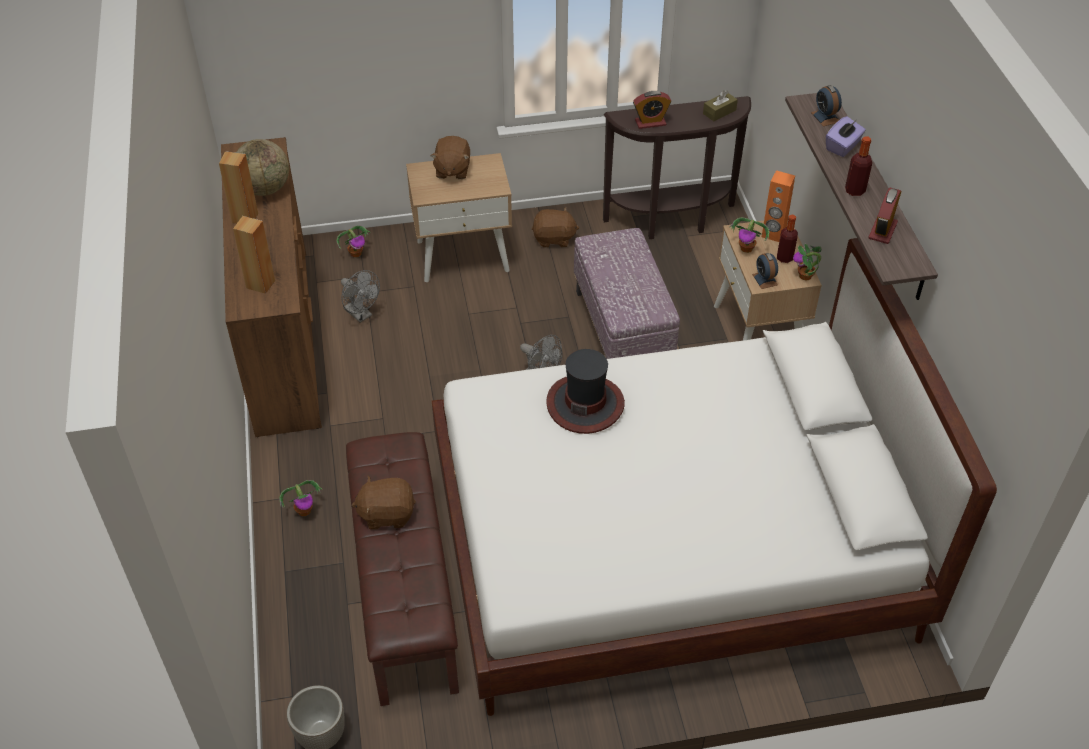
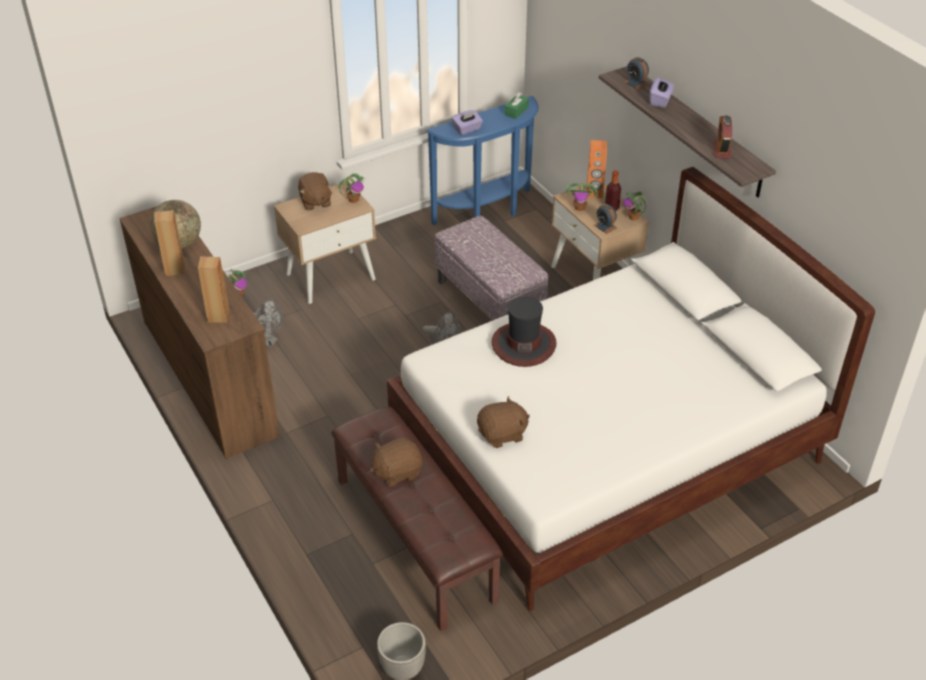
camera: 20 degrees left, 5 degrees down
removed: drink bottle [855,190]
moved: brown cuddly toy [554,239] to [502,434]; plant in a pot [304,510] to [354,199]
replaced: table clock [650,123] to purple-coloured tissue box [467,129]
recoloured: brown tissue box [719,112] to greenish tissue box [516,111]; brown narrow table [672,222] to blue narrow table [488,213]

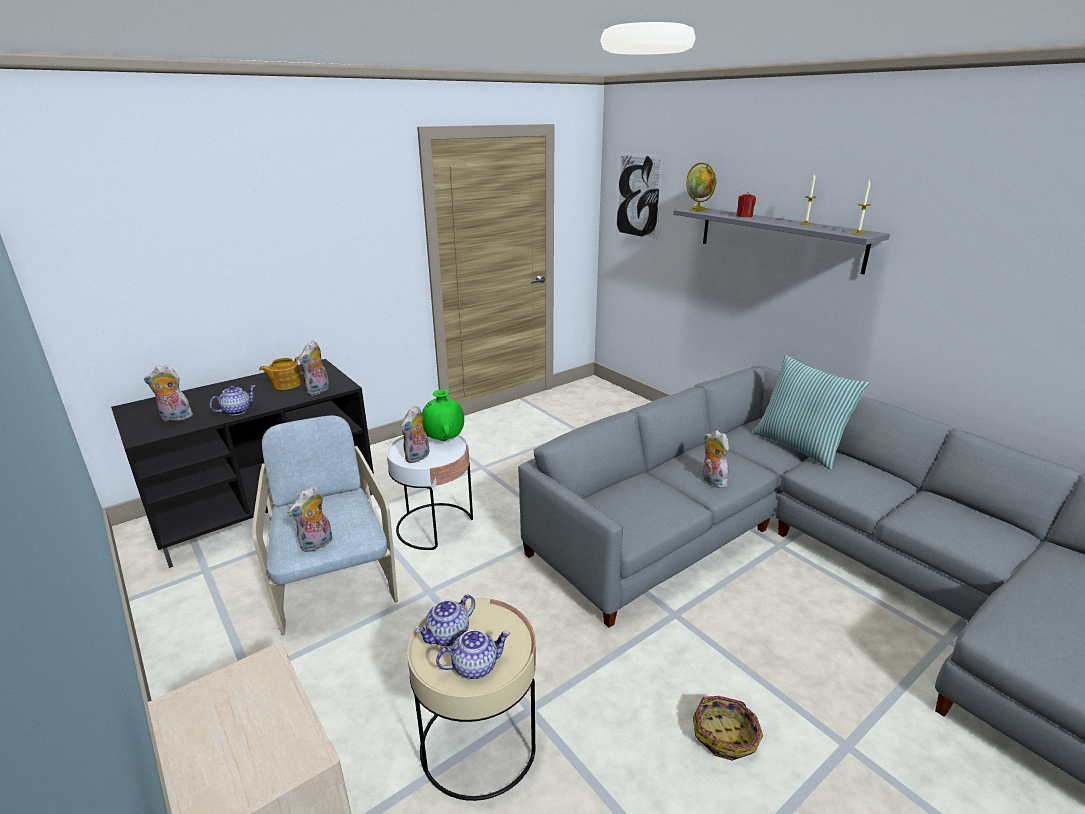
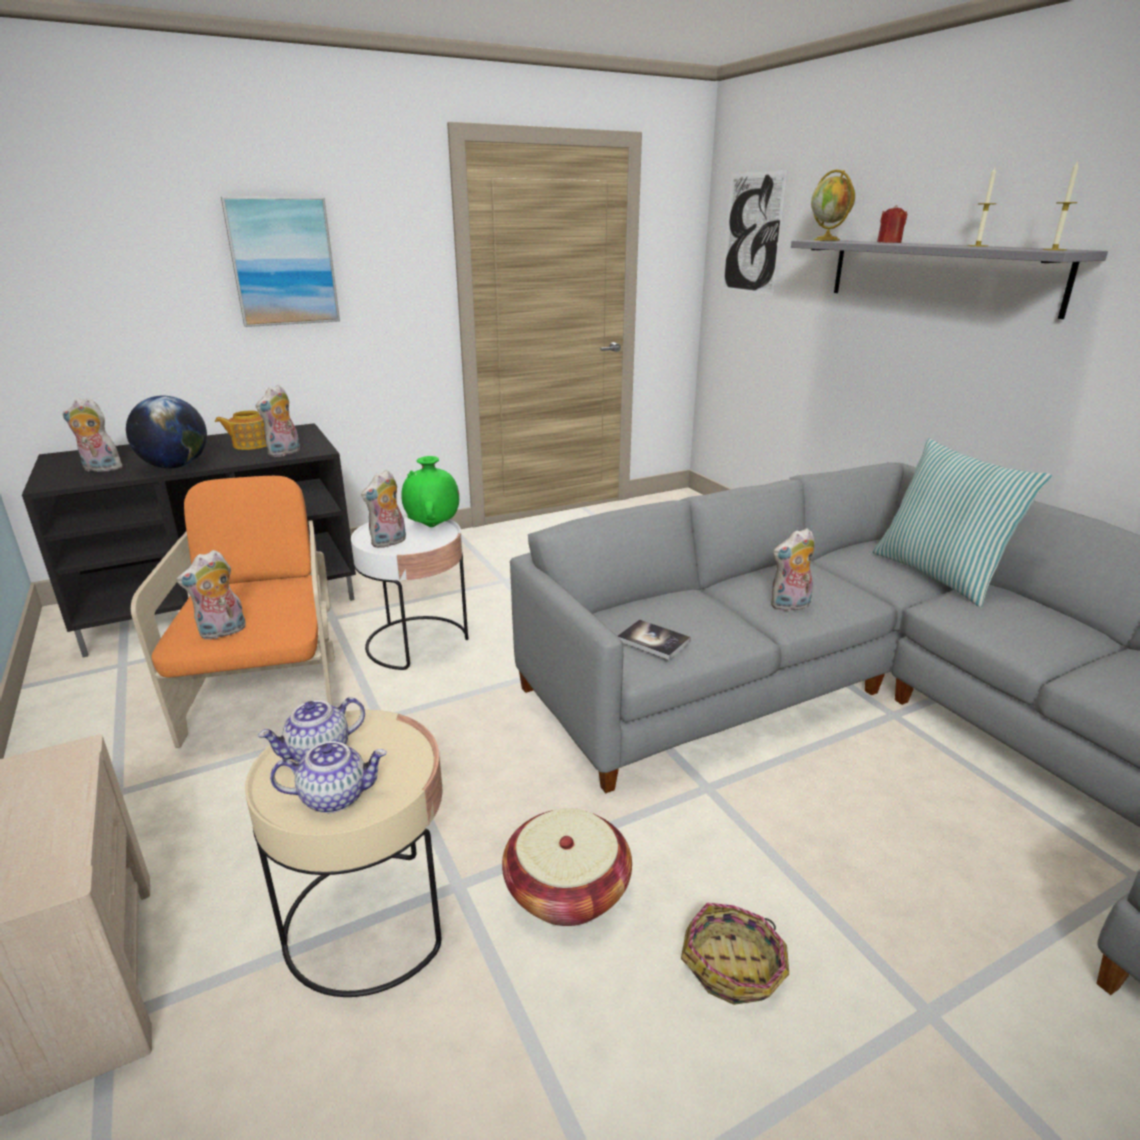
camera: 10 degrees right, 0 degrees up
added: picture [283,262]; book [653,641]; storage basket [567,890]
replaced: teapot [237,411] to world globe [175,467]
recoloured: beige armchair [334,581] to orangey armchair [267,693]
turned: cuddly toy [711,481] = [790,606] 90 degrees counterclockwise

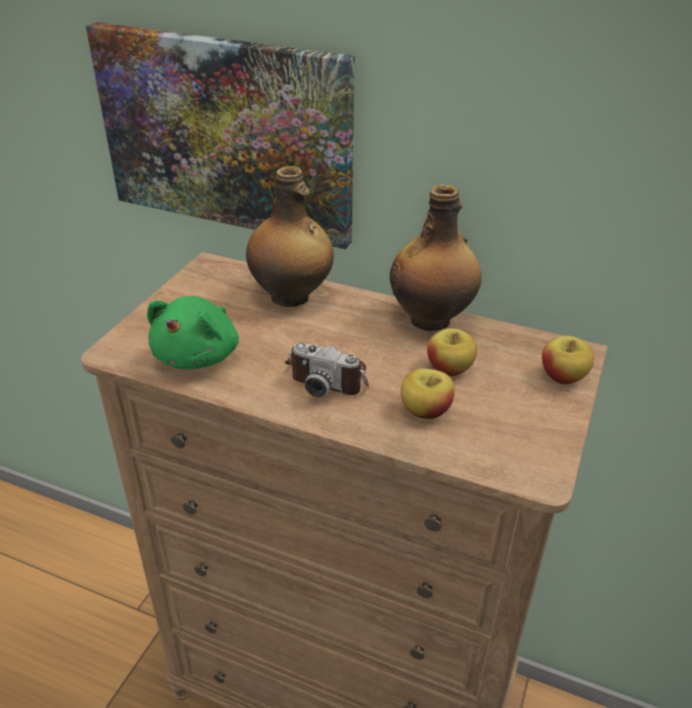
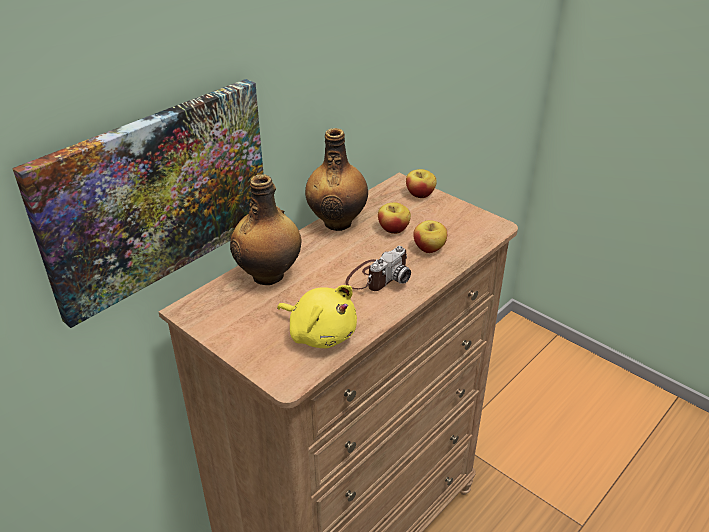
camera: 70 degrees left, 0 degrees up
recoloured: greenish cuddly toy [199,355] to yellow-coloured cuddly toy [320,333]

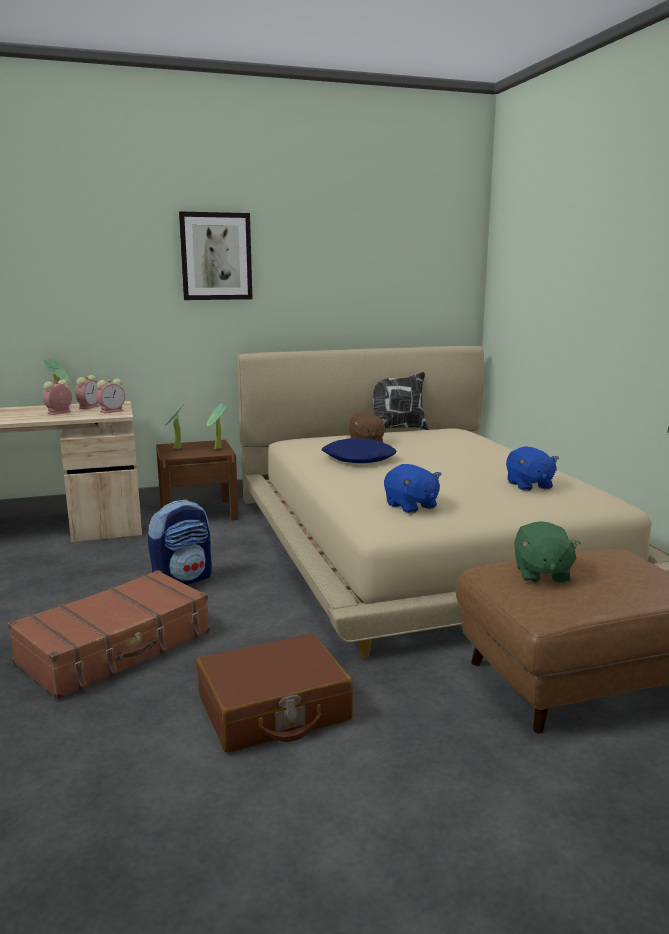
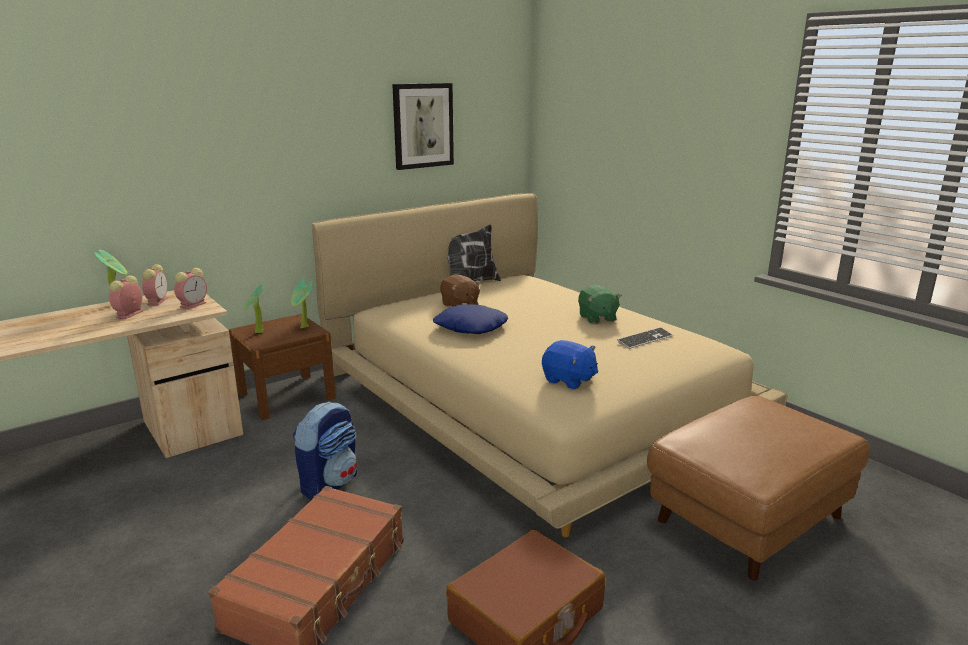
camera: 20 degrees left, 5 degrees up
moved: picture [216,256] to [423,126]; greenish cuddly toy [541,574] to [597,318]
replaced: blue cuddly toy [529,485] to keyboard [645,339]

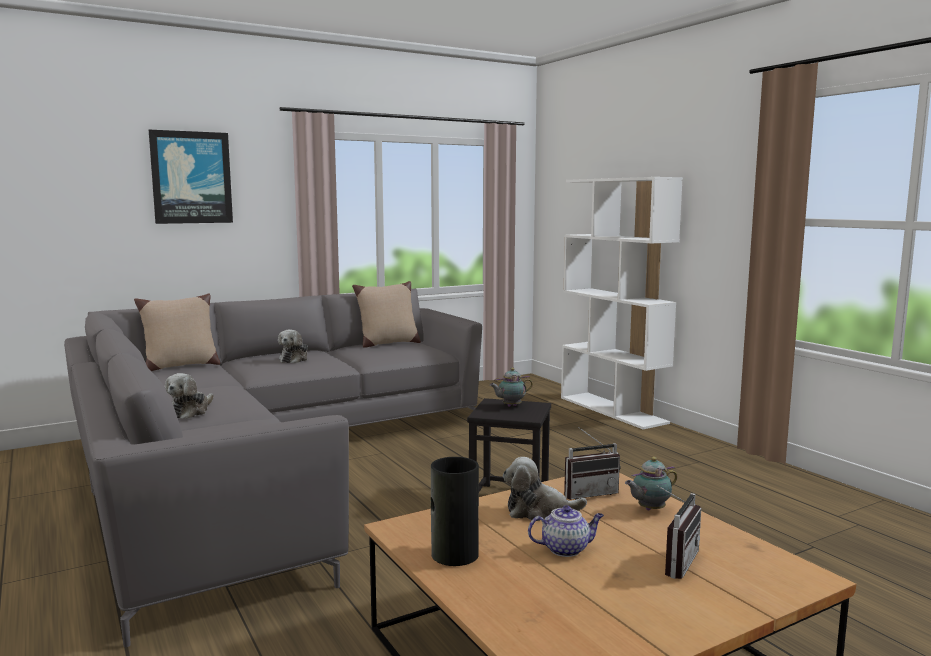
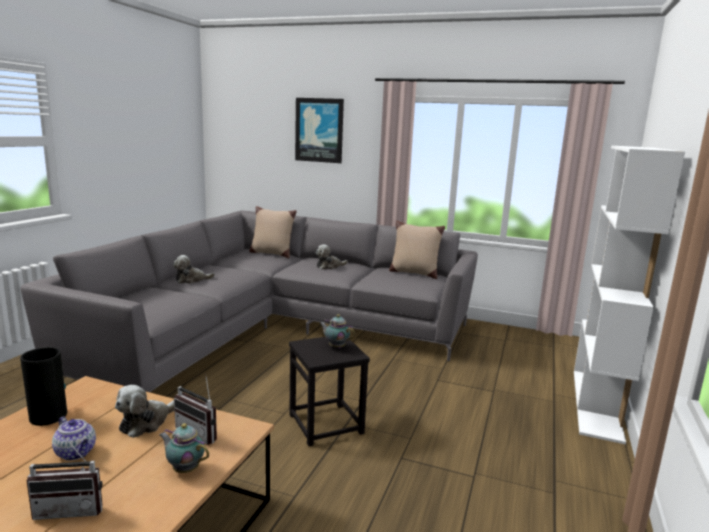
camera: 50 degrees right, 5 degrees up
turned: cuddly toy [538,510] = [146,422] 105 degrees counterclockwise

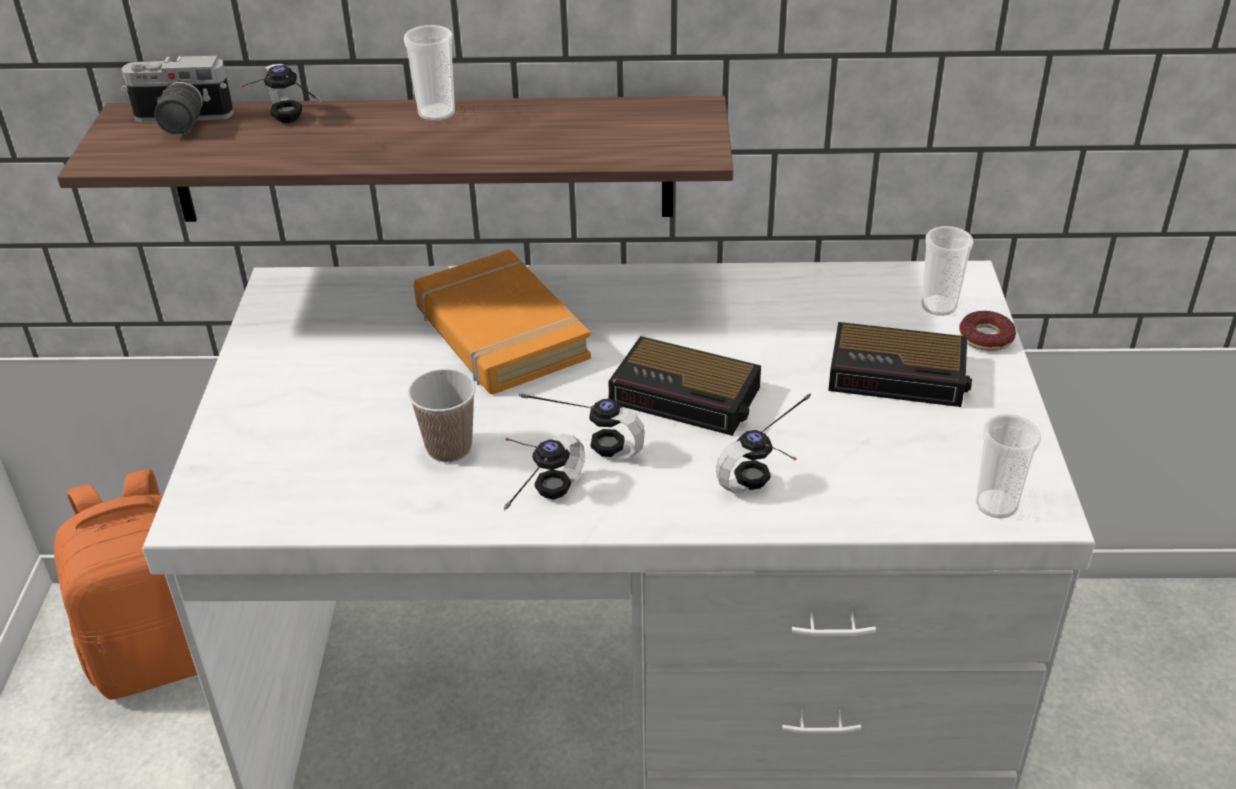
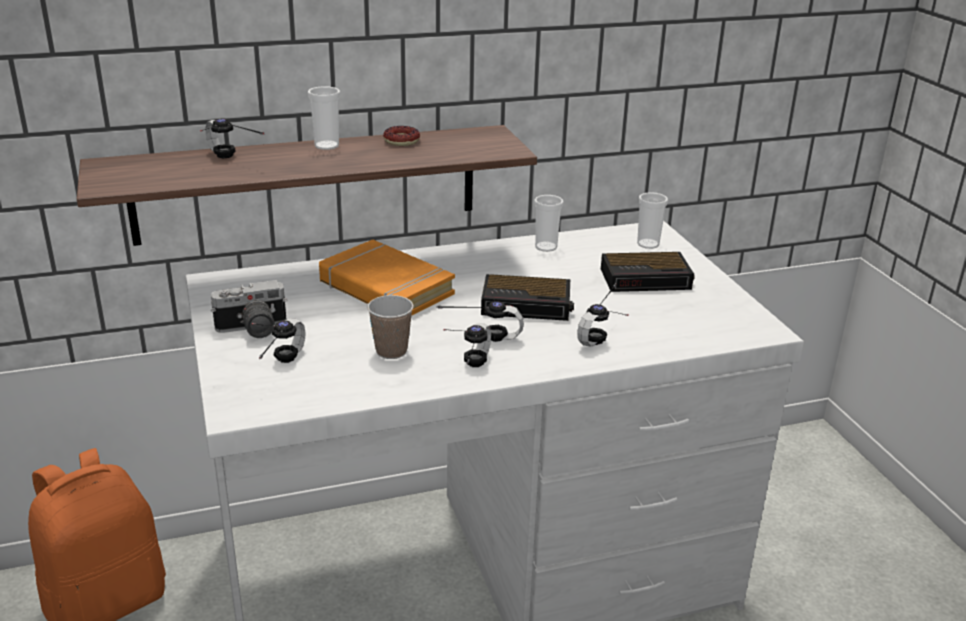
camera: 20 degrees left, 10 degrees down
added: headset [270,364]
moved: still camera [179,123] to [252,330]; ring doughnut [986,337] to [401,141]; cup [996,504] to [546,247]

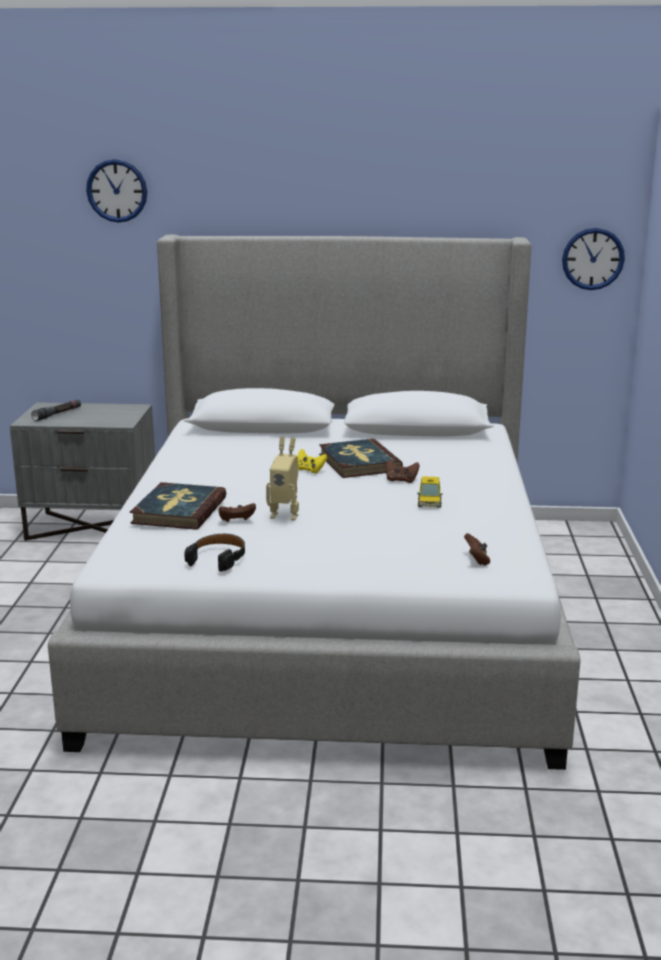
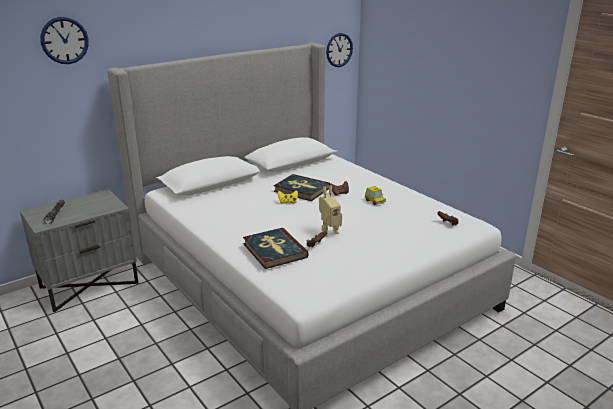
camera: 40 degrees left, 5 degrees up
removed: black headset [218,558]

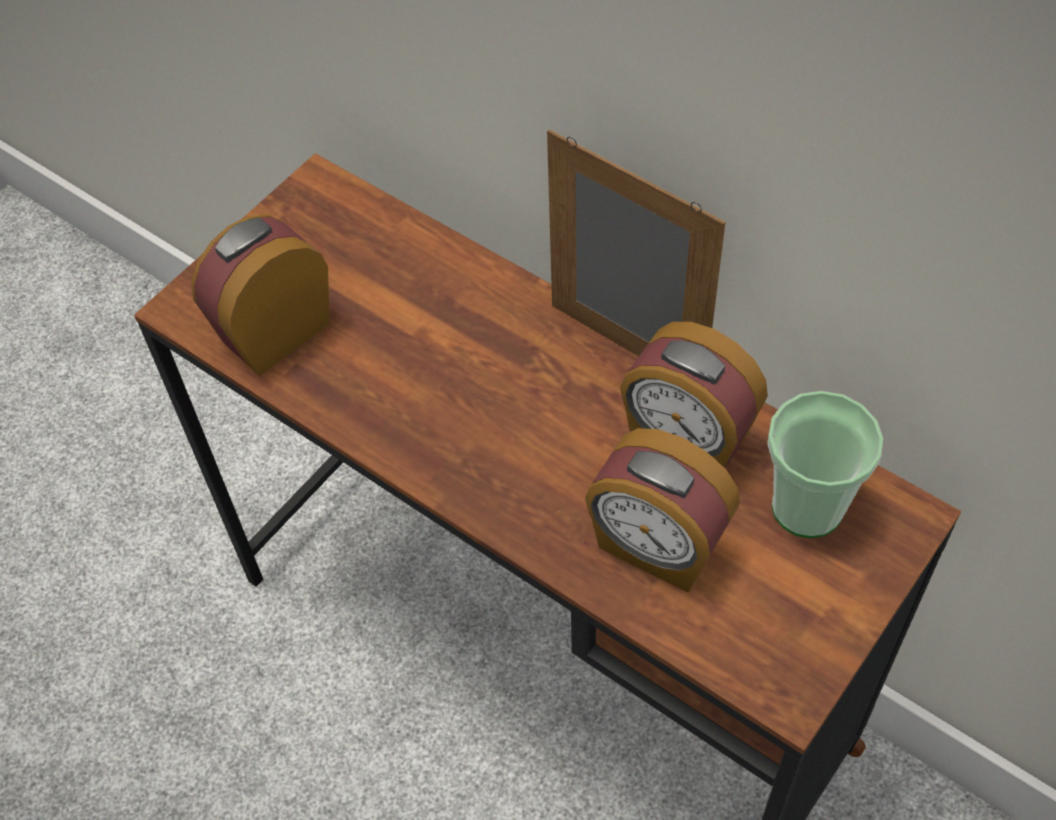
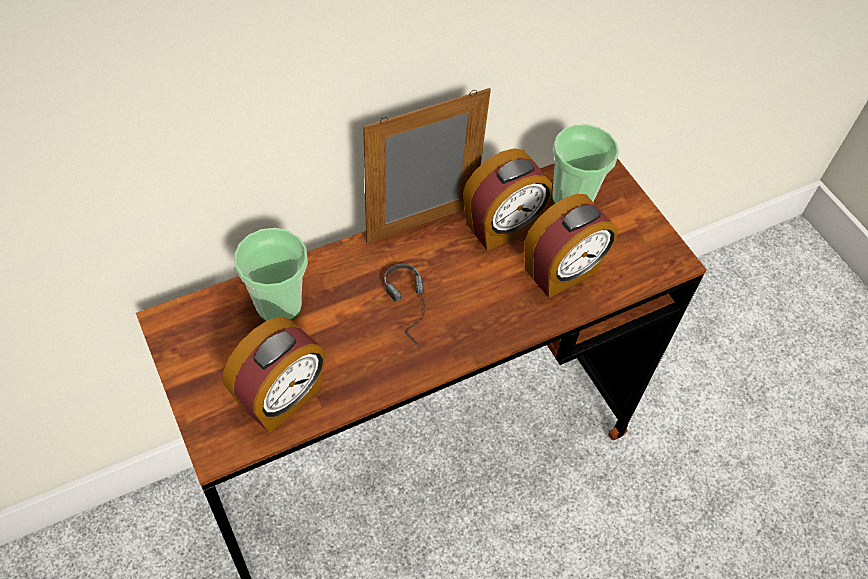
camera: 70 degrees left, 0 degrees up
added: cup [279,305]; headset [414,313]
turned: table clock [274,332] = [281,398] 120 degrees counterclockwise

